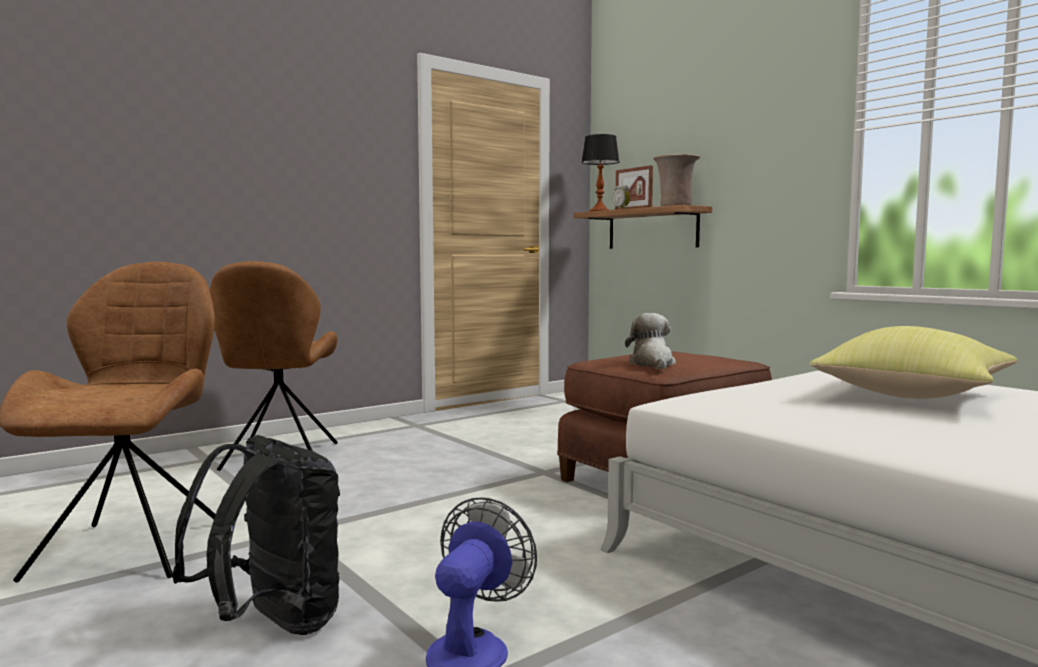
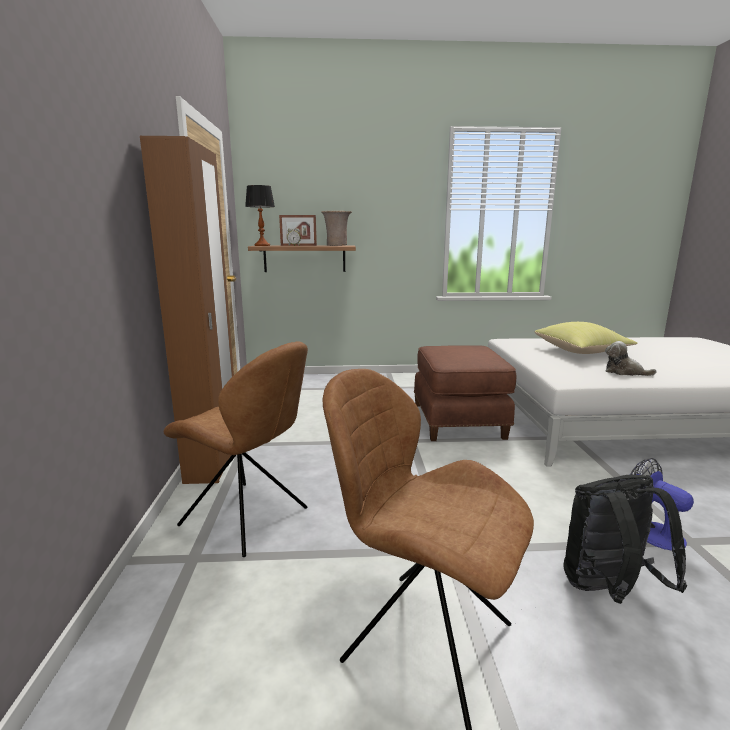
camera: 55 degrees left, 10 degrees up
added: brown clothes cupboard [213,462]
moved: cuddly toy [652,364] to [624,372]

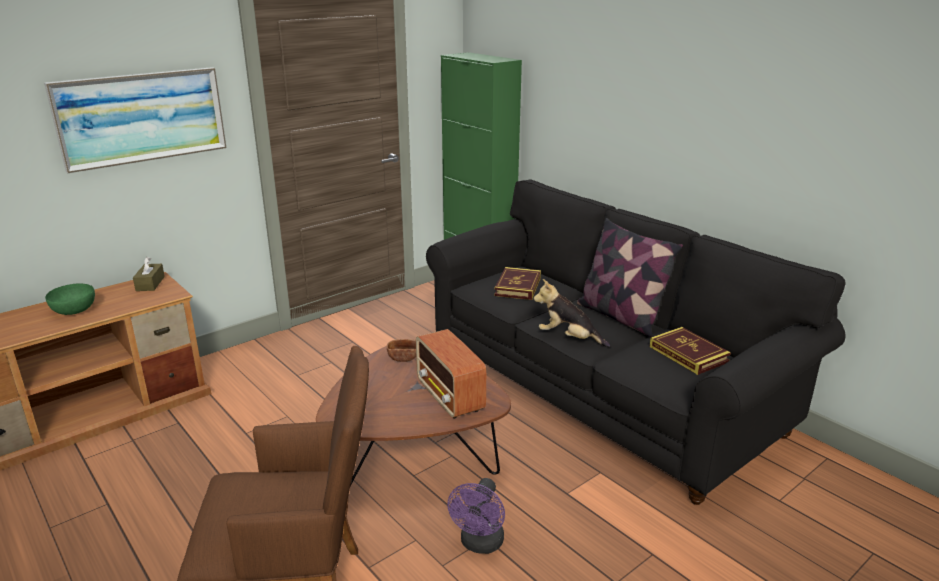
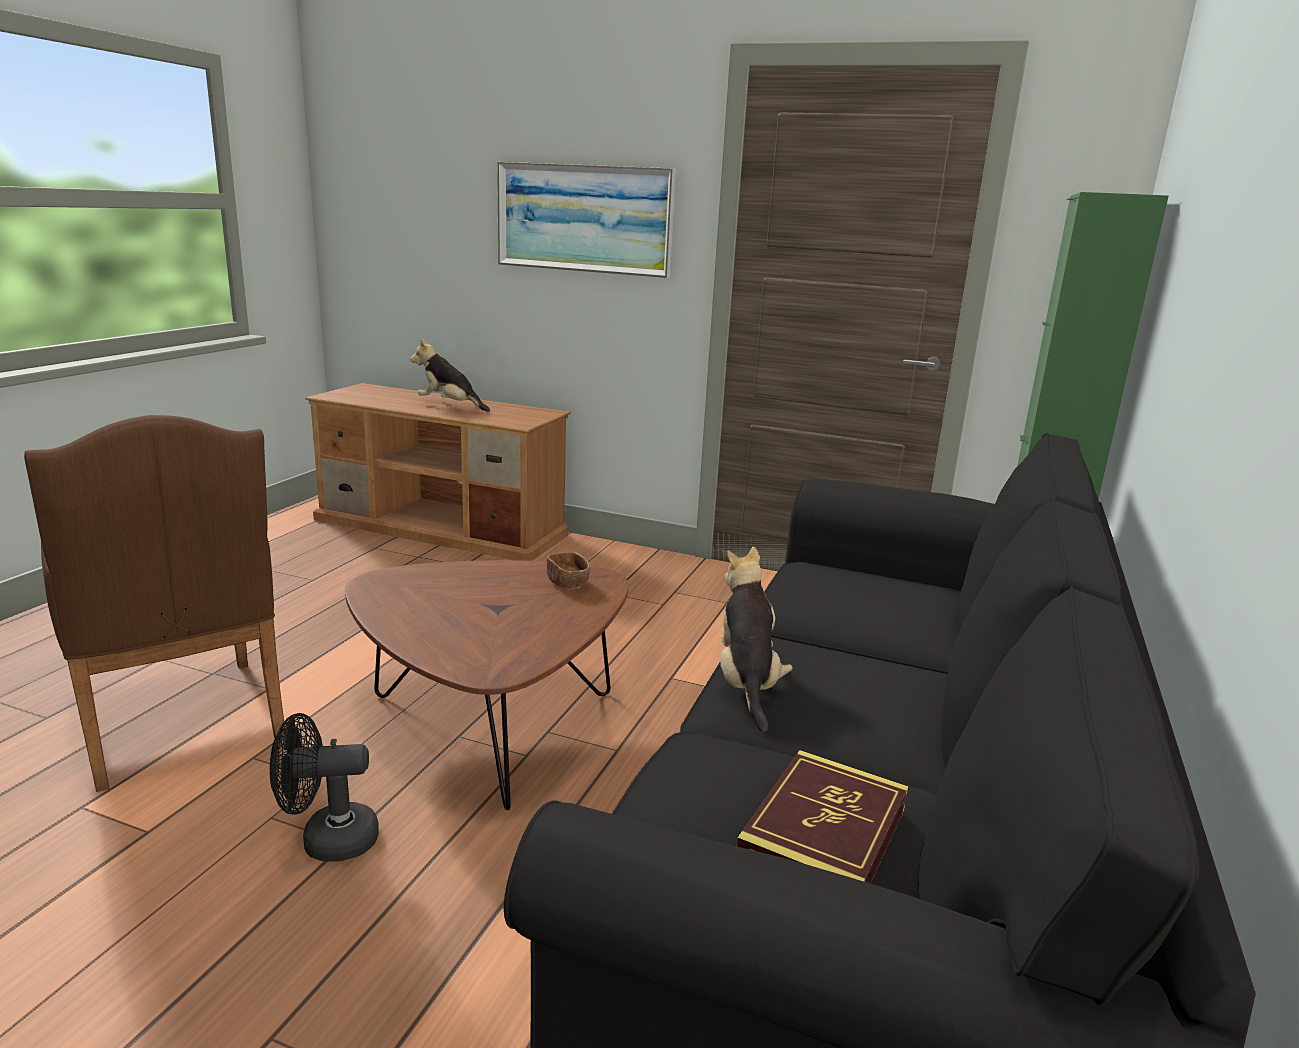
camera: 60 degrees right, 5 degrees down
removed: pillow [620,316]; brown tissue box [150,283]; book [518,287]; radio set [450,397]
replaced: greenish deep dish [75,310] to cuddly toy [450,406]
recoloured: purple-coloured electric fan [480,544] to black electric fan [327,840]

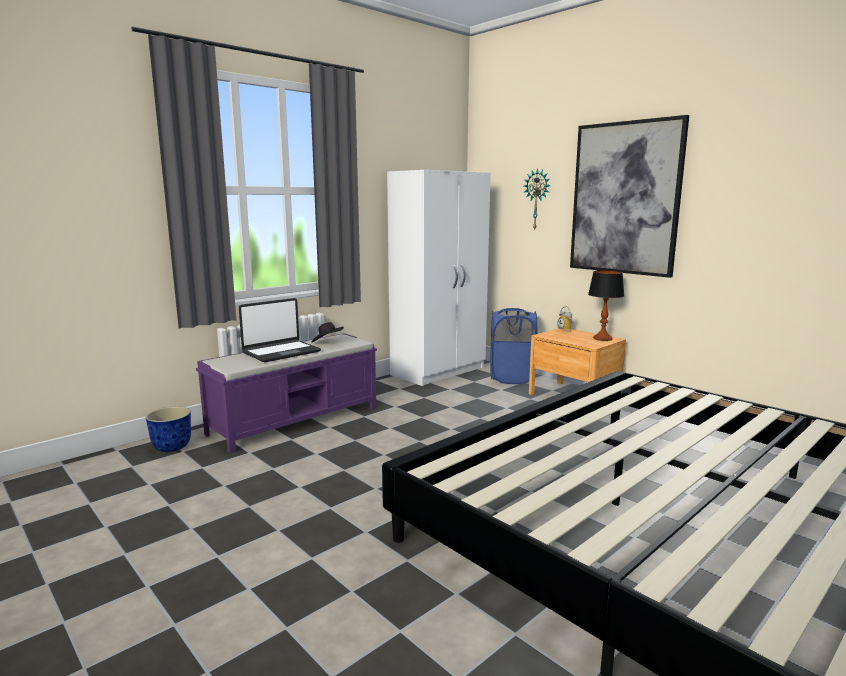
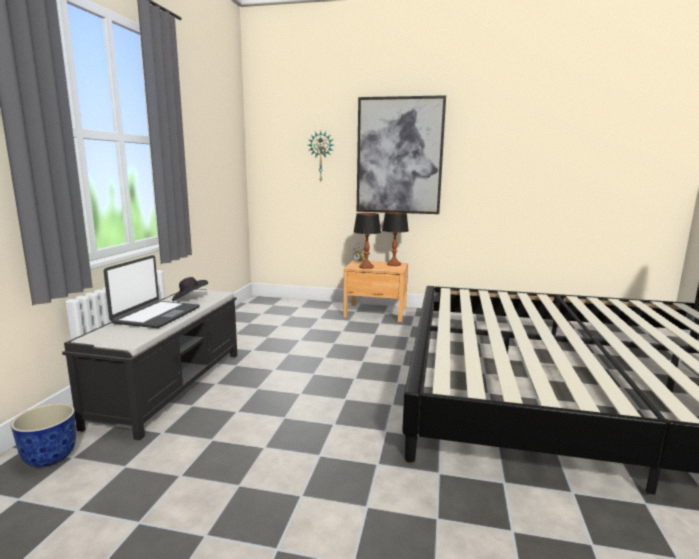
camera: 35 degrees left, 0 degrees up
removed: white-coloured clothes cupboard [439,371]; blue hamper [511,378]
added: tabletop lamp [366,267]
recoloured: purple-coloured long seat [296,420] to black long seat [171,386]

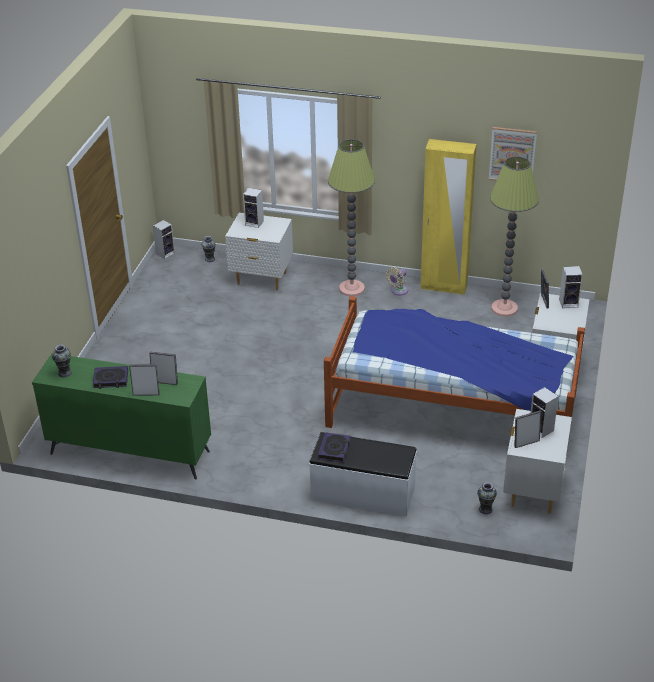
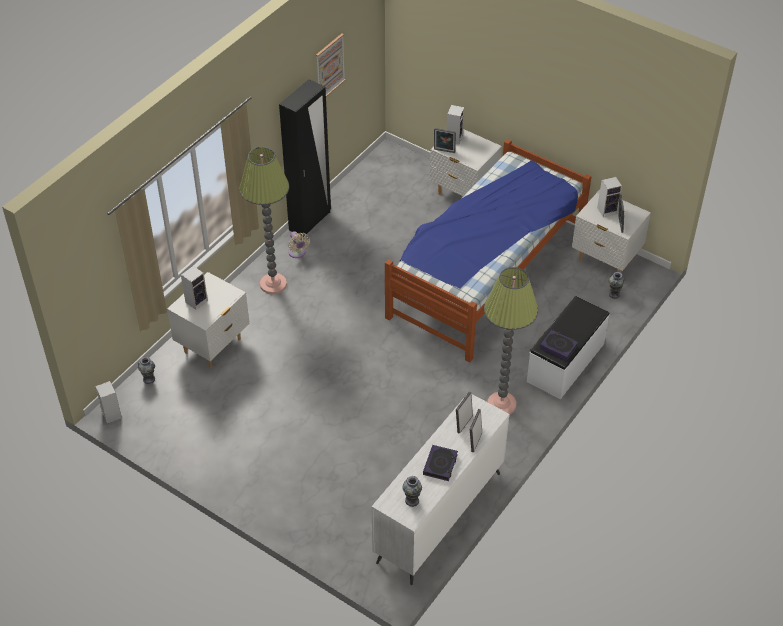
camera: 70 degrees left, 10 degrees up
moved: standing lamp [504,308] to [501,404]
recoloured: yellow-coloured clothes cupboard [443,287] to black clothes cupboard [310,221]; greenish chest of drawers [129,452] to white-coloured chest of drawers [438,517]

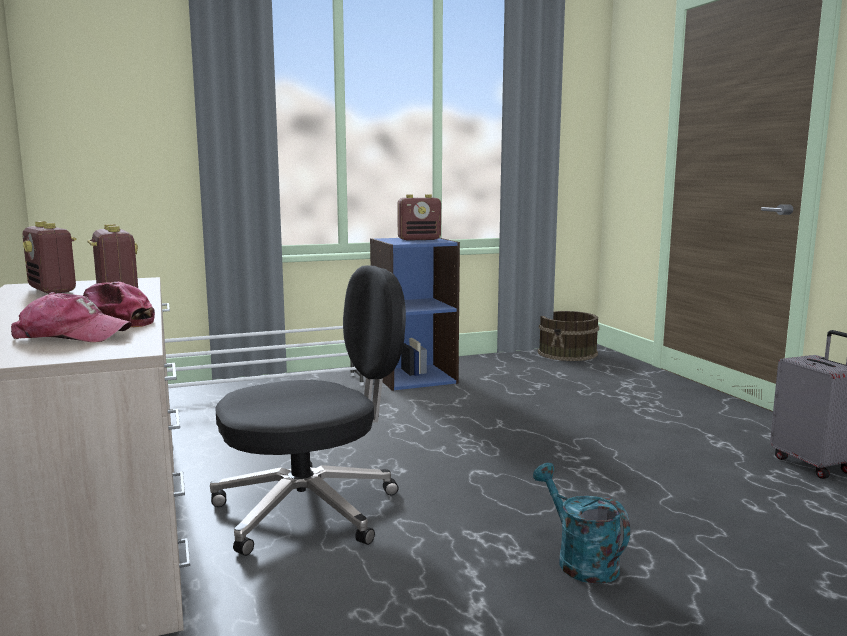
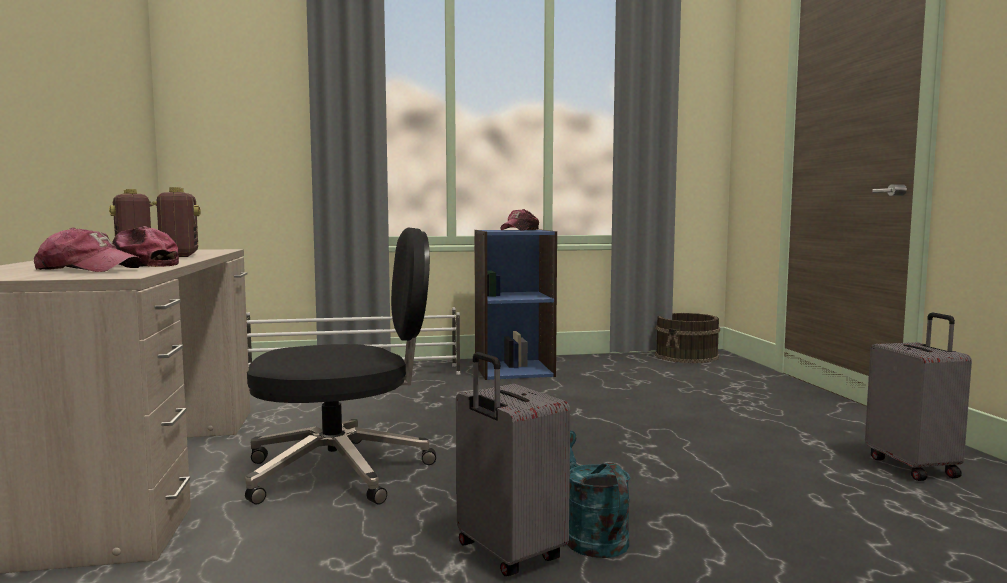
camera: 10 degrees right, 5 degrees down
added: gray piece of luggage [507,554]
replaced: radio set [419,239] to baseball cap [520,230]

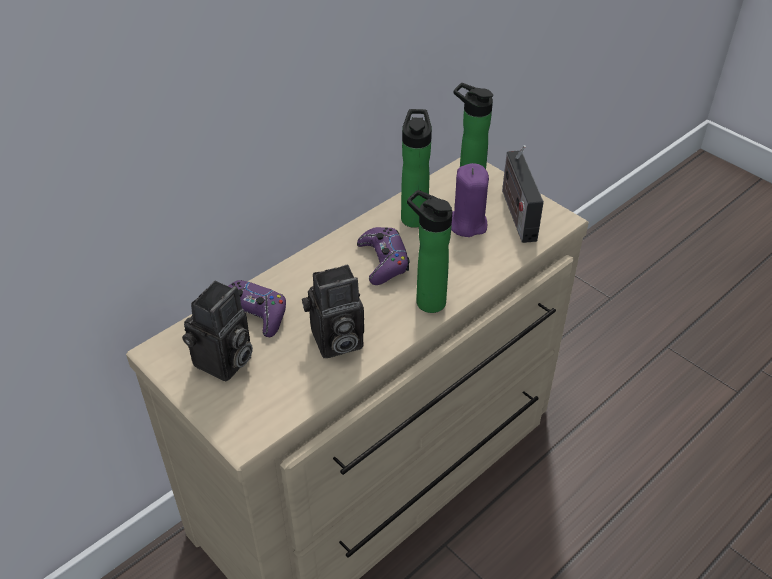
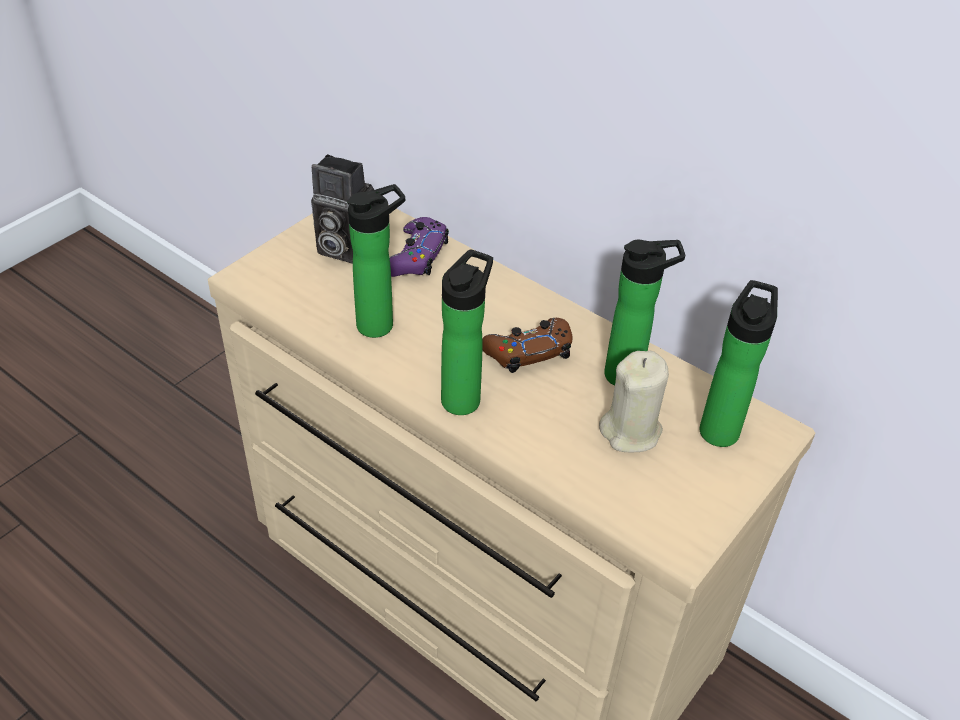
camera: 80 degrees right, 0 degrees up
removed: radio set [516,212]
replaced: still camera [335,342] to drink bottle [380,324]
recoloured: purple-coloured wax candle [467,224] to beige wax candle [631,431]; purple-coloured gamepad [383,261] to brown gamepad [528,352]

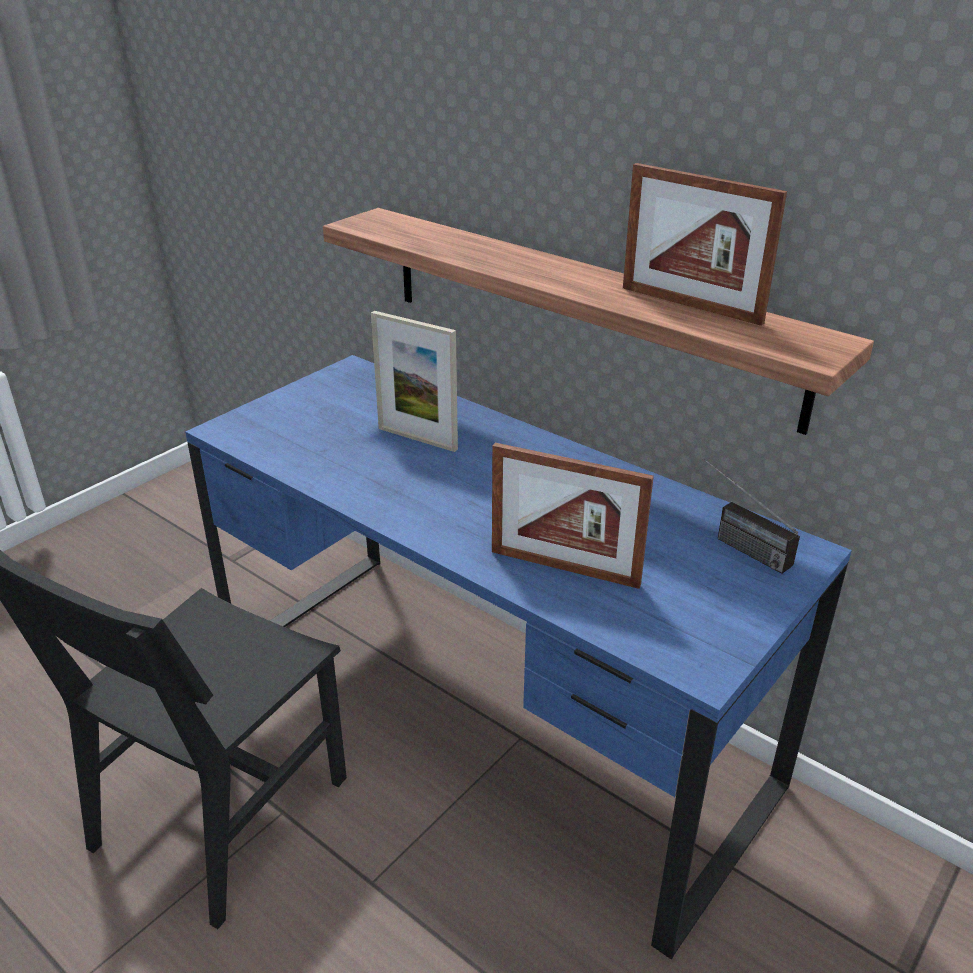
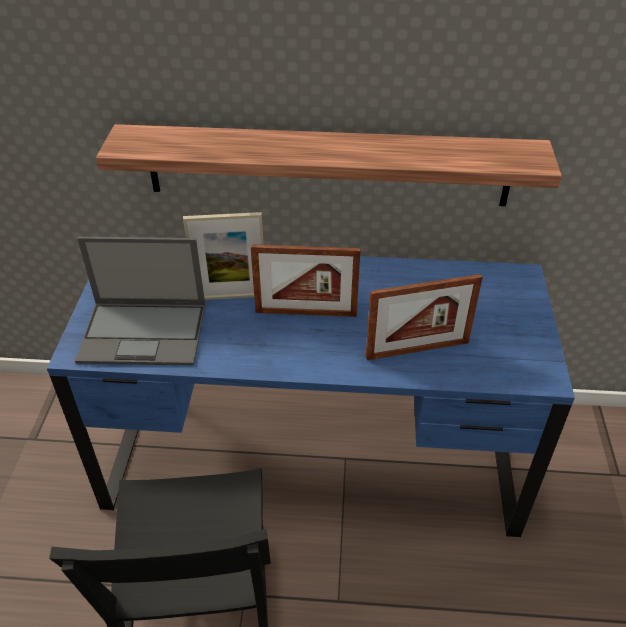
camera: 35 degrees left, 10 degrees up
removed: radio set [735,543]
added: laptop [145,333]
moved: standing frame [690,305] to [306,313]

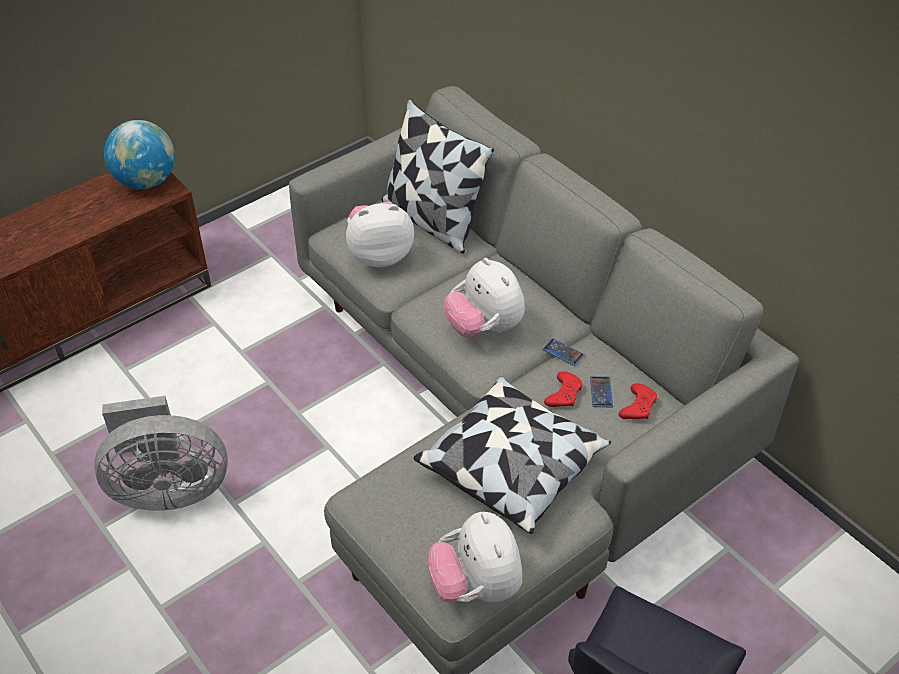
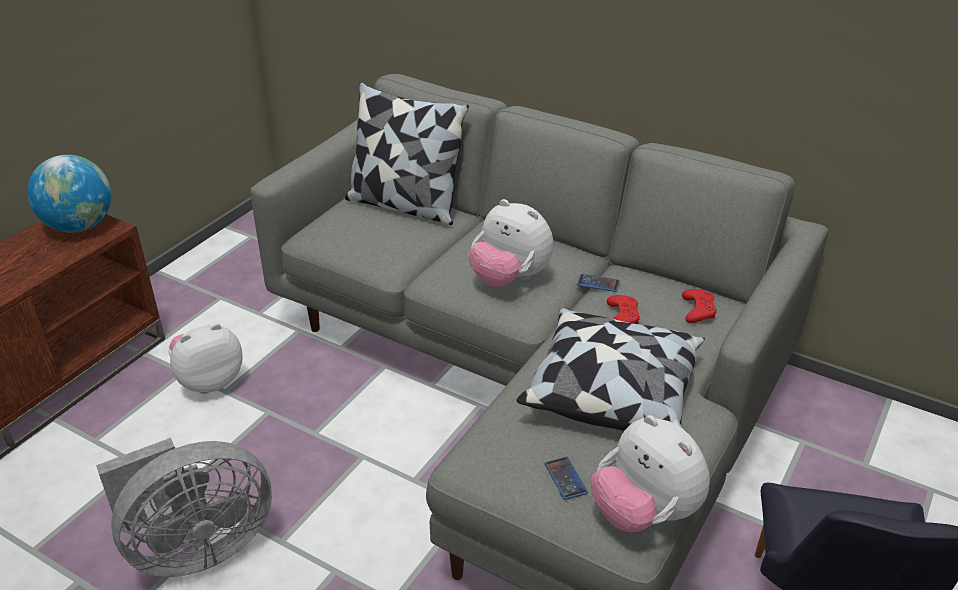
camera: 20 degrees left, 10 degrees down
moved: cuddly toy [380,255] to [209,381]; telephone [601,392] to [565,478]

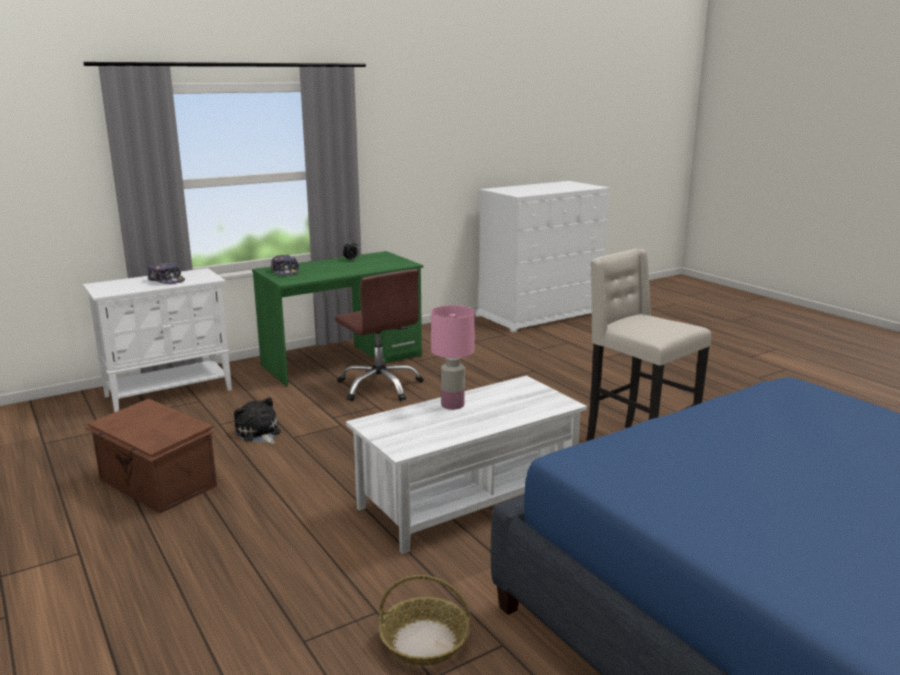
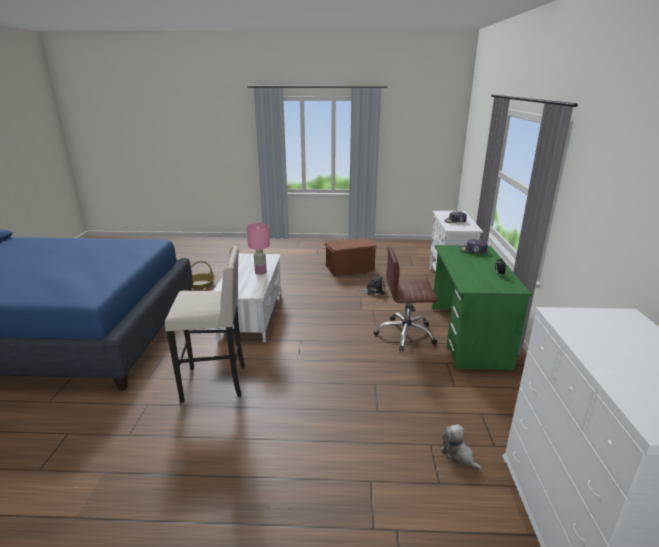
camera: 125 degrees right, 5 degrees up
added: cuddly toy [458,455]

